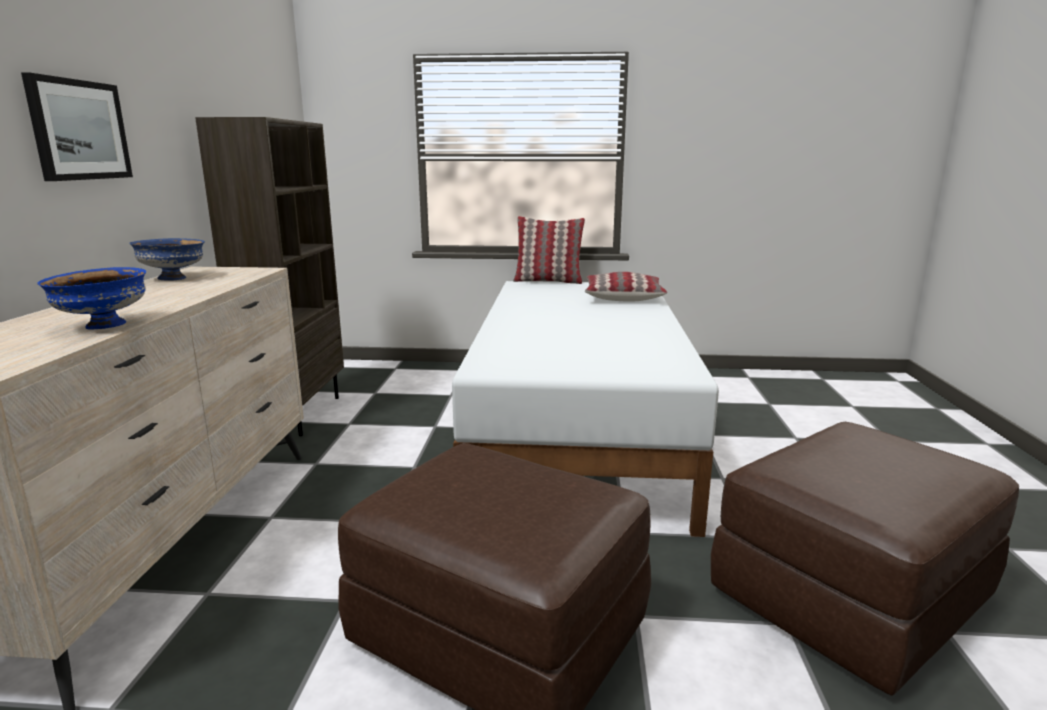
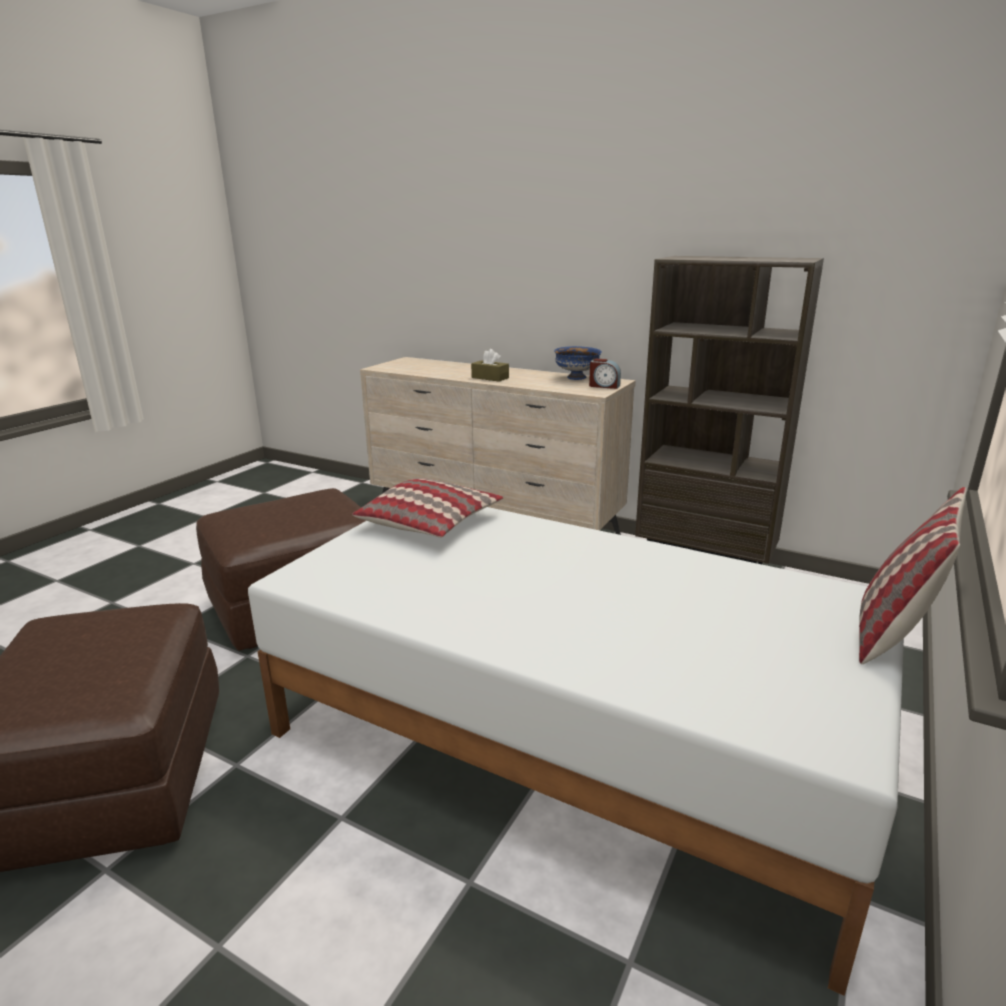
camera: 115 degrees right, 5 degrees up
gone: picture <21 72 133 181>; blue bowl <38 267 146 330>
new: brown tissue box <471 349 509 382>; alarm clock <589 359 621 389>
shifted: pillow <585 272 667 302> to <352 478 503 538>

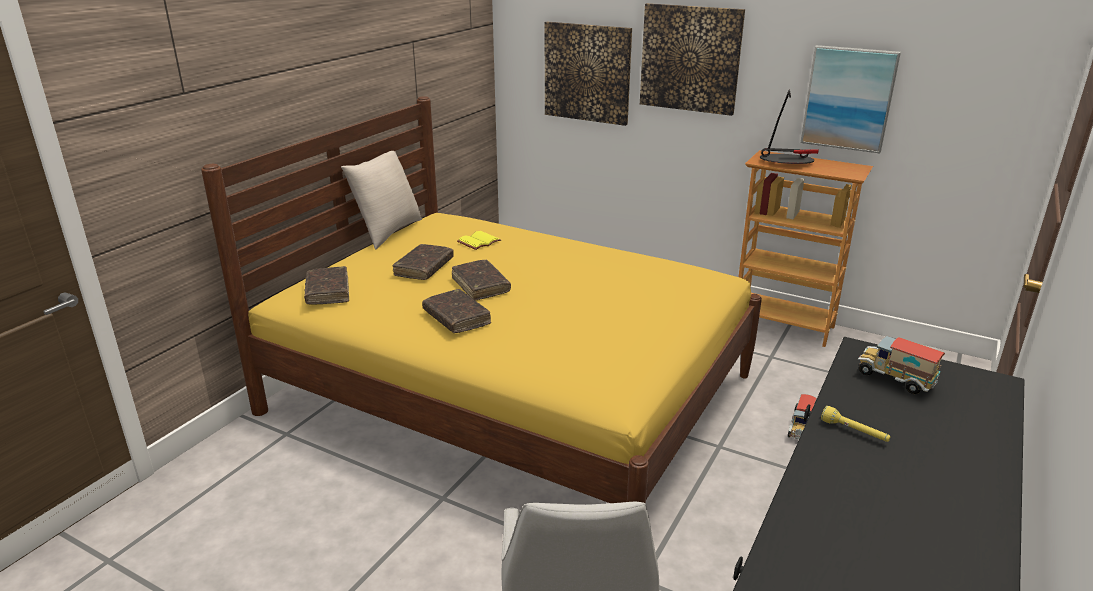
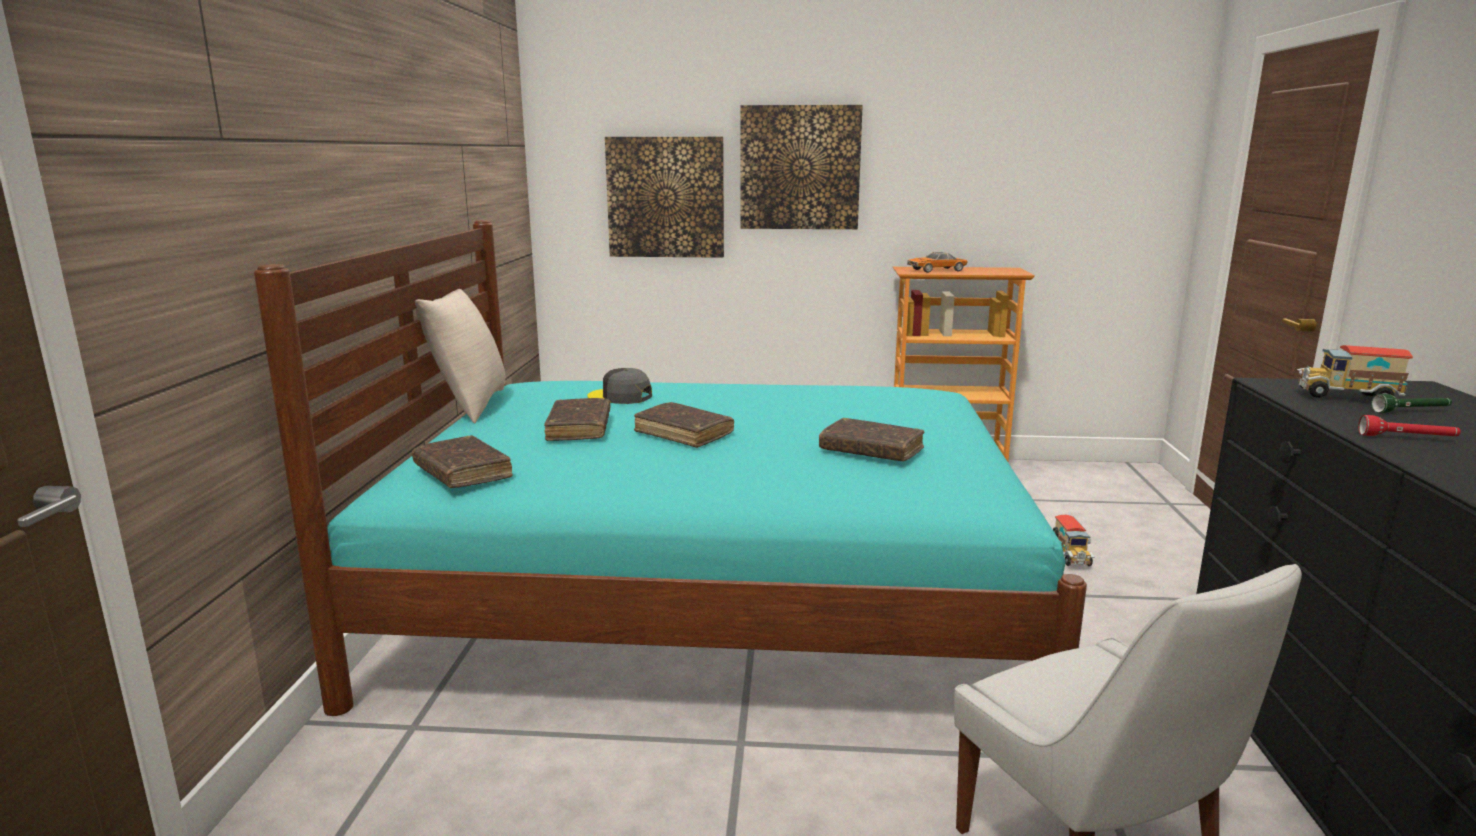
camera: 25 degrees left, 10 degrees down
gone: picture <801 45 901 153>
new: green flashlight <1371 394 1452 413>
shifted: brown book <422 289 491 333> to <819 418 925 462>
swapped: yellow book <457 231 501 250> to grey cap <588 368 652 404>; table lamp <760 90 819 164> to toy car <907 252 968 273>
repainted: yellow bed <201 96 762 503> to turquoise bed <254 220 1087 716>; yellow flashlight <821 406 891 442> to red flashlight <1358 415 1461 436>

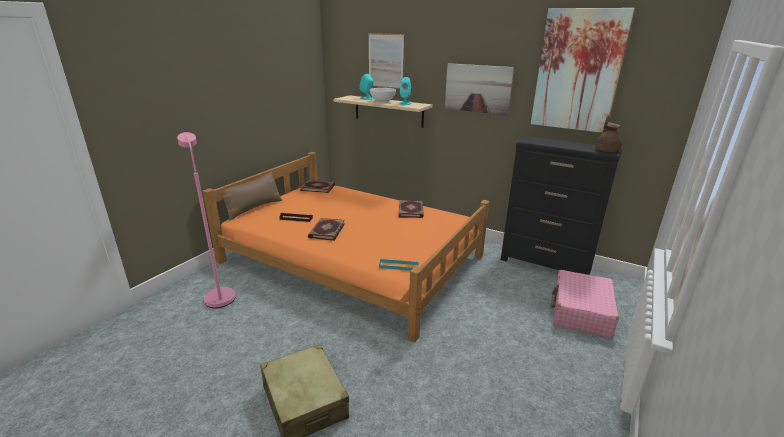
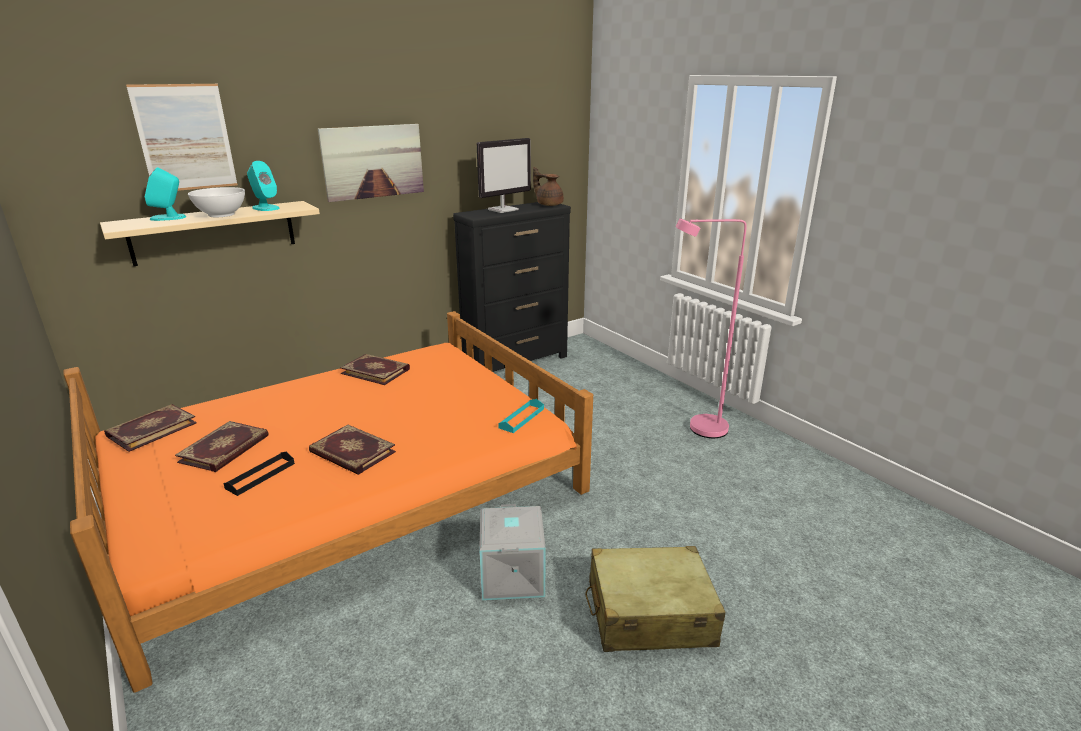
camera: 65 degrees left, 0 degrees up
gone: brown pillow <223 172 282 221>; picture <531 8 635 133>; pink suitcase <551 270 619 338>
new: book <175 421 268 472>; monitor <477 138 531 213>; grey storage box <479 504 545 600>
shifted: pink floor lamp <177 132 235 308> to <676 218 747 438>

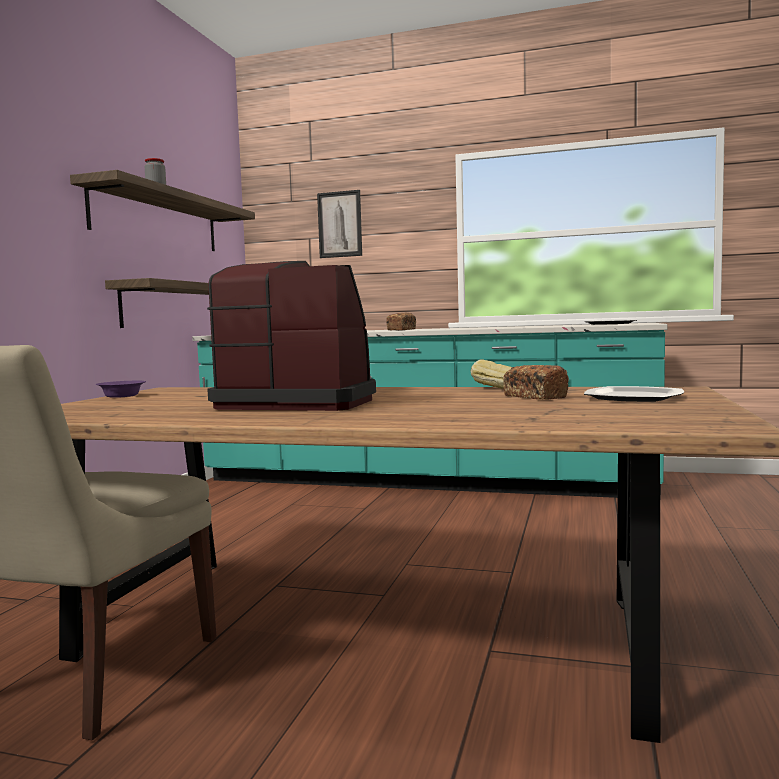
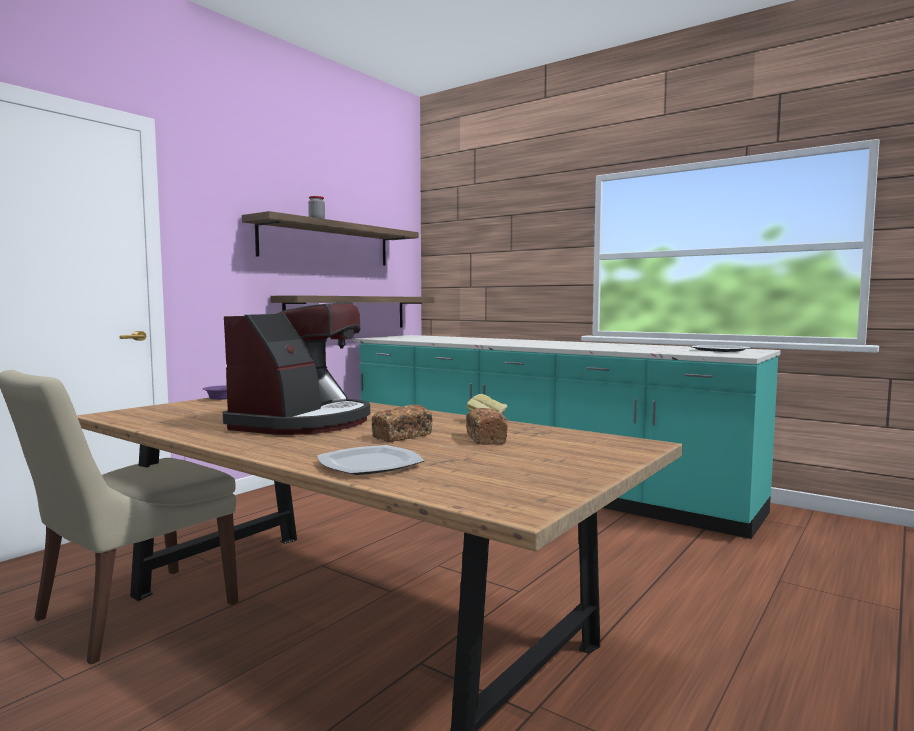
camera: 20 degrees right, 0 degrees up
gone: picture <317 190 362 258>
shifted: bread <386 312 416 330> to <372 405 433 442>; plate <584 386 684 402> to <317 445 425 475>
rotated: coffee machine <207 261 376 411> = <223 302 370 435> 75 degrees clockwise

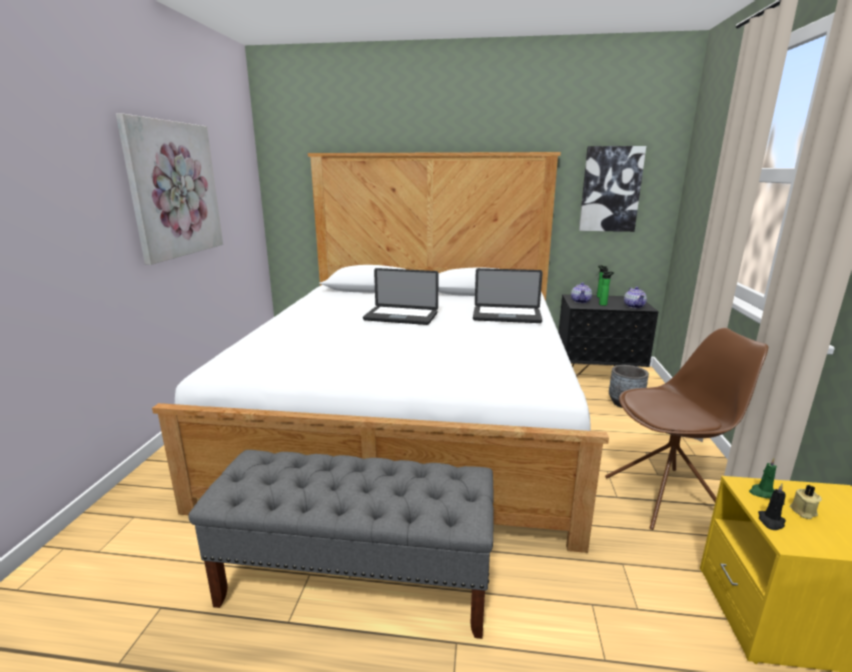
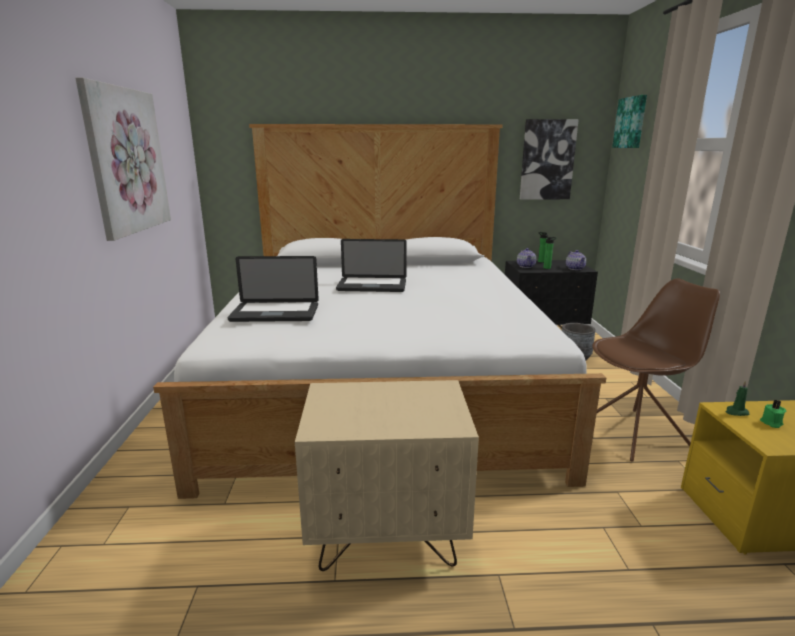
camera: 10 degrees left, 0 degrees up
gone: black candle <758 484 786 530>
new: picture <612 95 647 148>
shifted: laptop <473 268 543 323> to <228 256 319 322>
swapped: grey bench <188 450 494 639> to beige nightstand <295 380 479 571>
repainted: beige candle <789 485 822 519> to green candle <760 400 786 428>

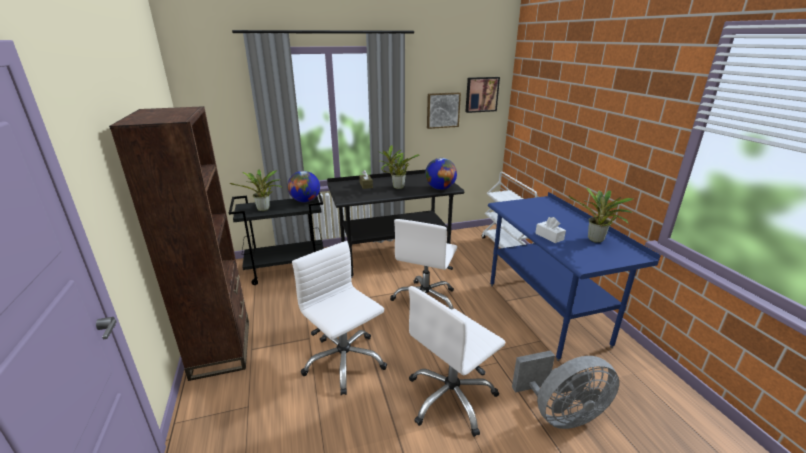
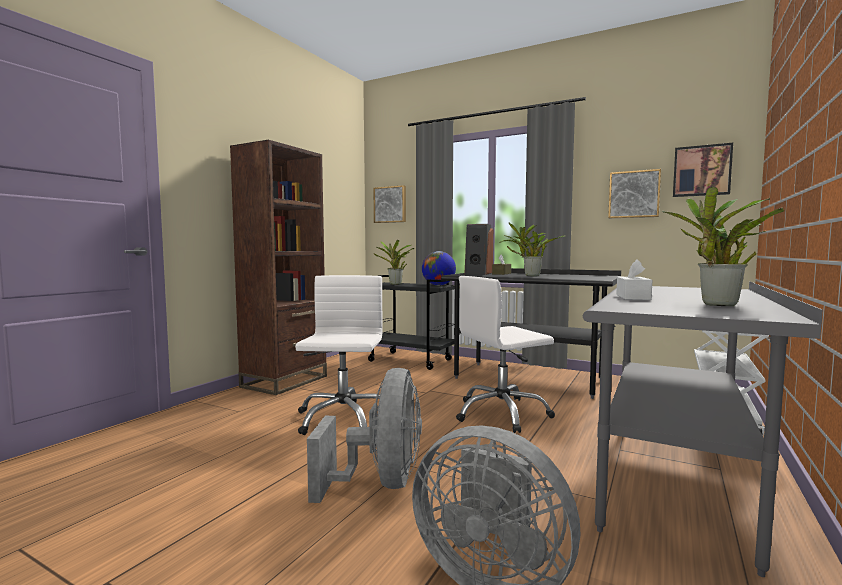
camera: 45 degrees right, 20 degrees down
gone: globe <425 158 457 190>
new: picture <374 185 406 223>; speaker <464 224 493 275>
swapped: white office chair <408 286 505 437> to grey fan <307 368 422 503>
repainted: blue desk <488 192 661 361> to grey desk <583 281 823 577>

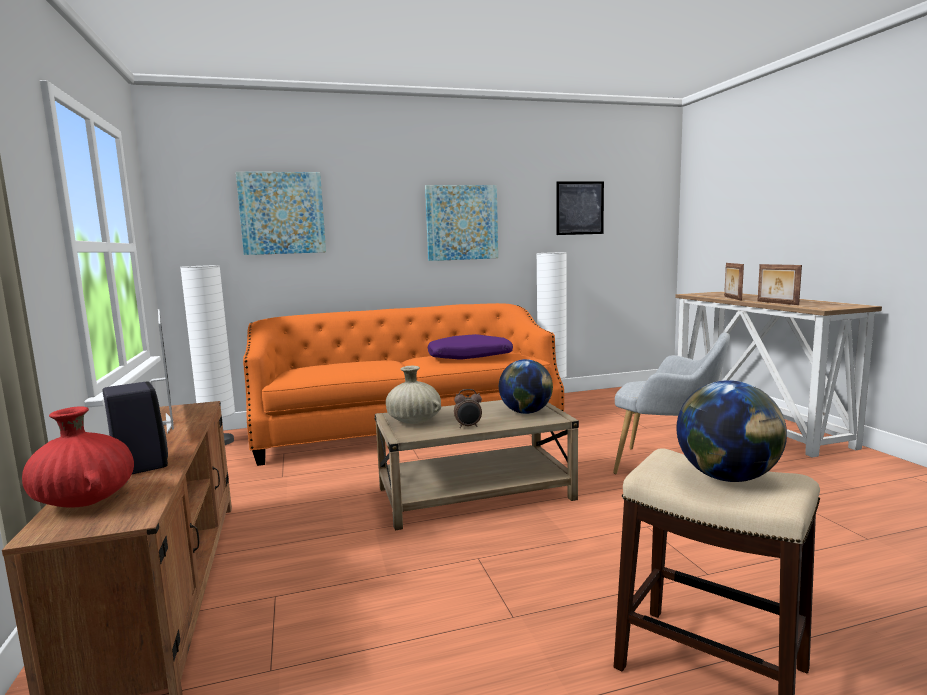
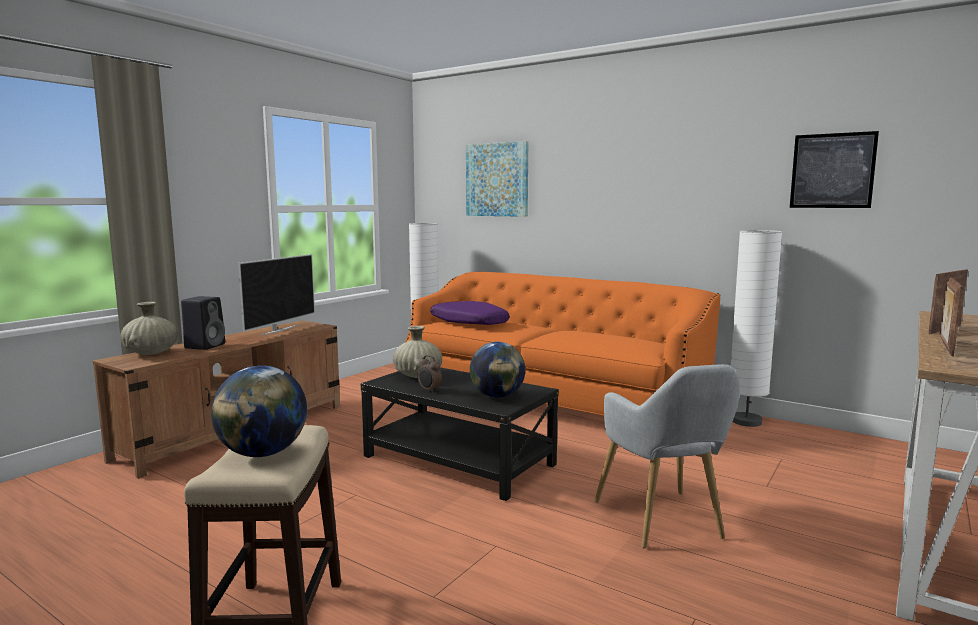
camera: 50 degrees right, 0 degrees up
gone: picture <425 185 498 261>
shifted: purple pillow <428 334 513 360> to <430 301 510 325>
repainted: red vase <22 406 134 508> to beige vase <120 302 178 355>; beige coffee table <374 400 579 530> to black coffee table <361 367 559 501>

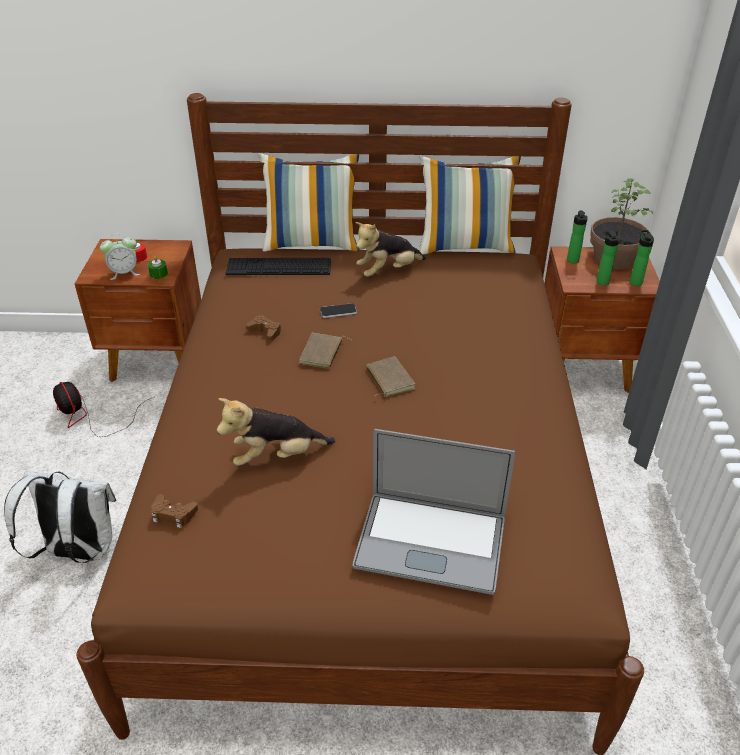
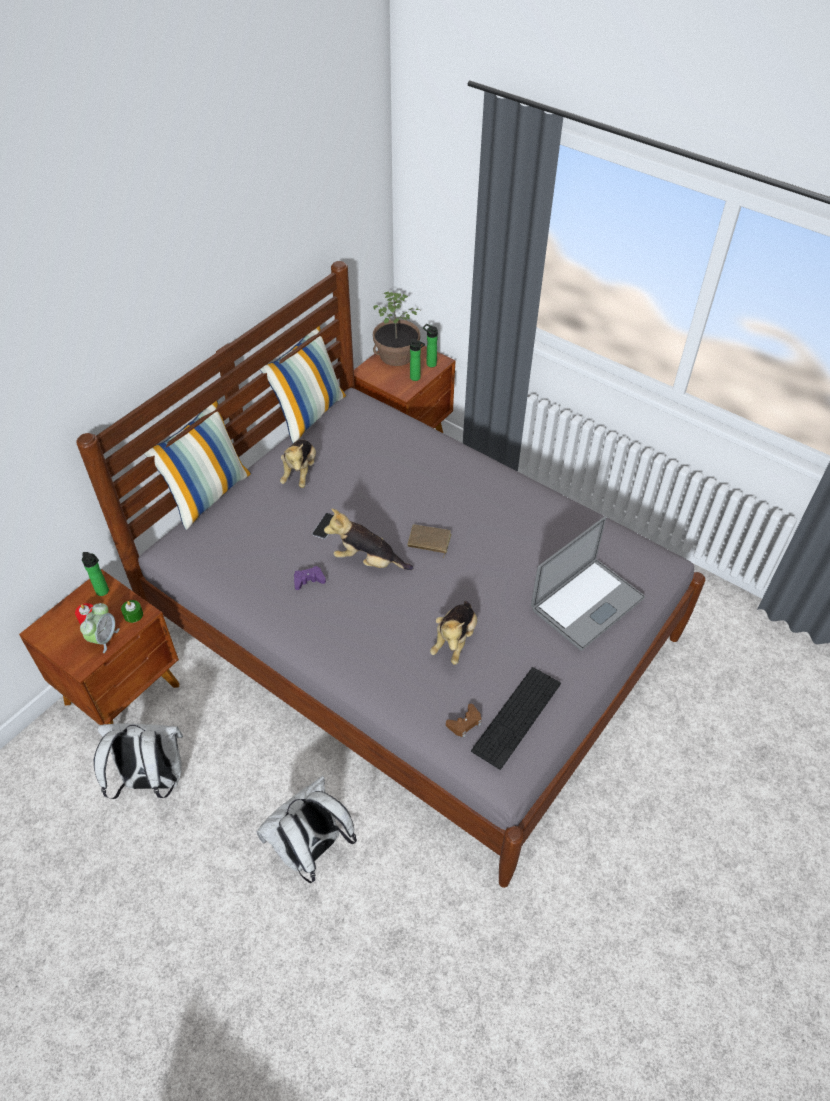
camera: 55 degrees left, 10 degrees up
shifted: keyboard <225 258 331 275> to <471 667 561 770>; bottle <567 210 588 263> to <82 552 109 596>
swapped: fan <53 382 154 437> to white backpack <94 723 183 799>; brown book <299 333 351 369> to plush toy <324 509 413 570>
repainted: brown bed <76 93 644 755> to grey bed <76 261 705 888>; brown game controller <246 315 281 341> to purple game controller <294 566 326 590>

